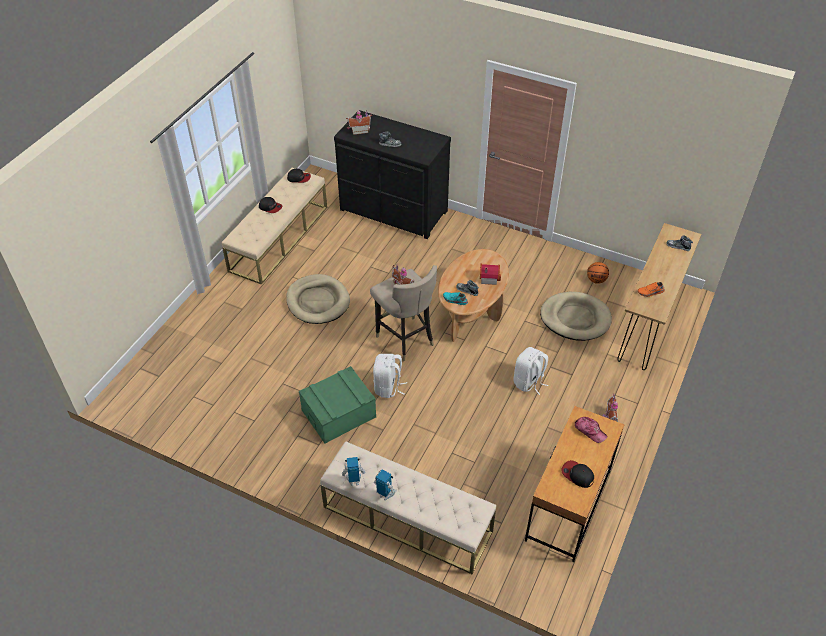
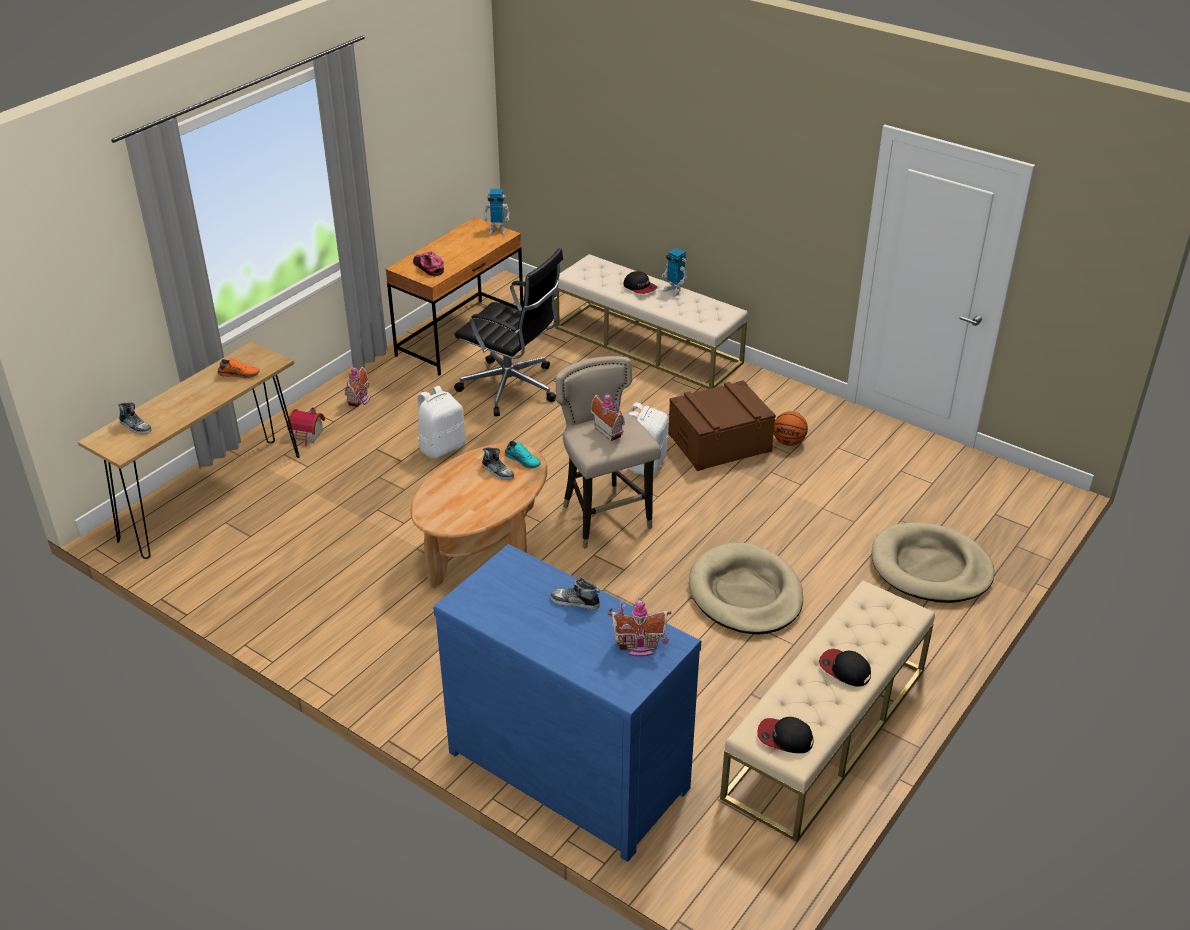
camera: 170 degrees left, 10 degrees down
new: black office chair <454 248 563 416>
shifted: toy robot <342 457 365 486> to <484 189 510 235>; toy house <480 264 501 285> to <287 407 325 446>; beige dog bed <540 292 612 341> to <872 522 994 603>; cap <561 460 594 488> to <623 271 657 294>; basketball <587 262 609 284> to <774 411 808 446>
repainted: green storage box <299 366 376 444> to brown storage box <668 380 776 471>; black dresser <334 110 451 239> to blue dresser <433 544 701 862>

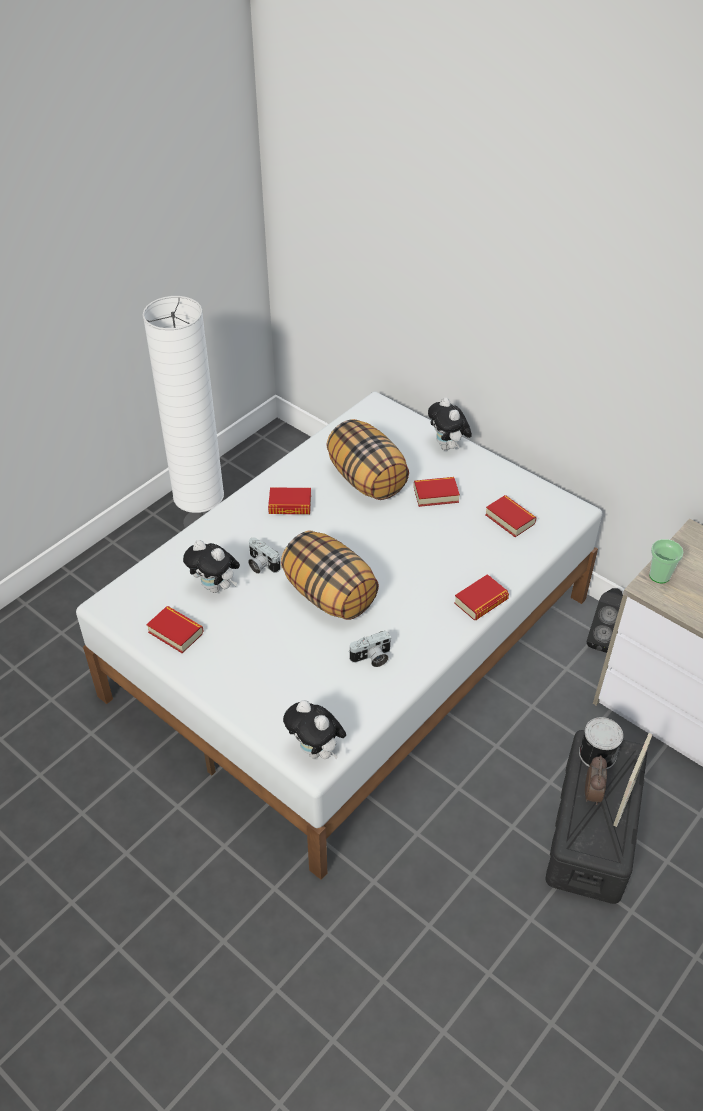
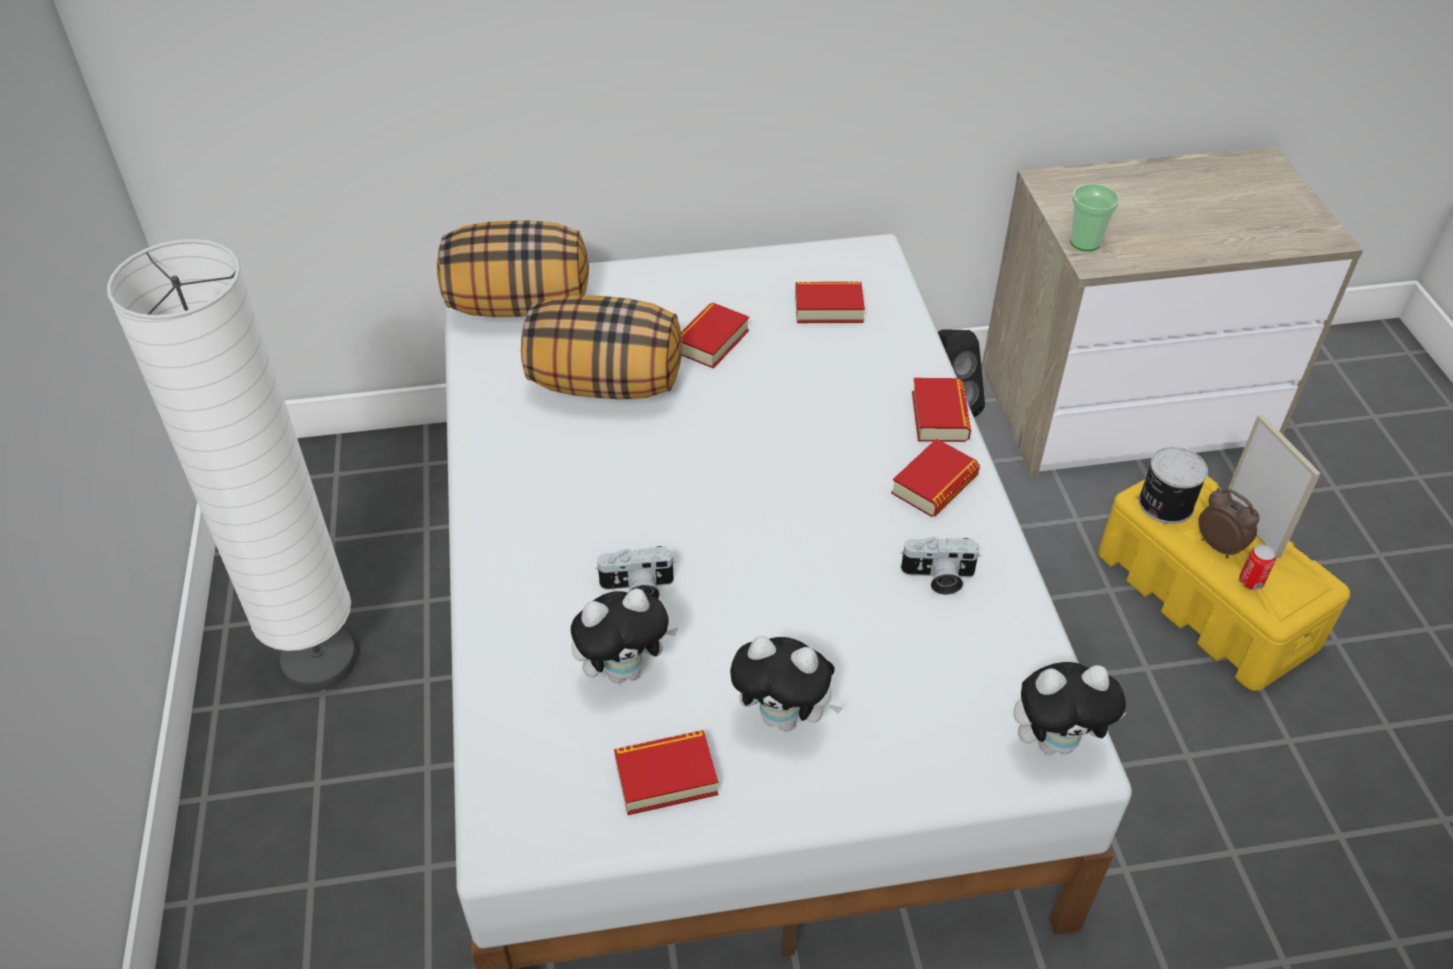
camera: 50 degrees left, 0 degrees up
new: can <1239 544 1276 590>
shifted: book <268 487 311 514> to <891 438 980 517>; pillow <281 530 379 620> to <437 220 589 317>; plush toy <428 398 472 450> to <730 636 843 731>
repainted: black storage box <545 730 647 904> to yellow storage box <1098 476 1350 691>
rotated: photo camera <350 631 391 667> = <900 537 981 595> 75 degrees clockwise

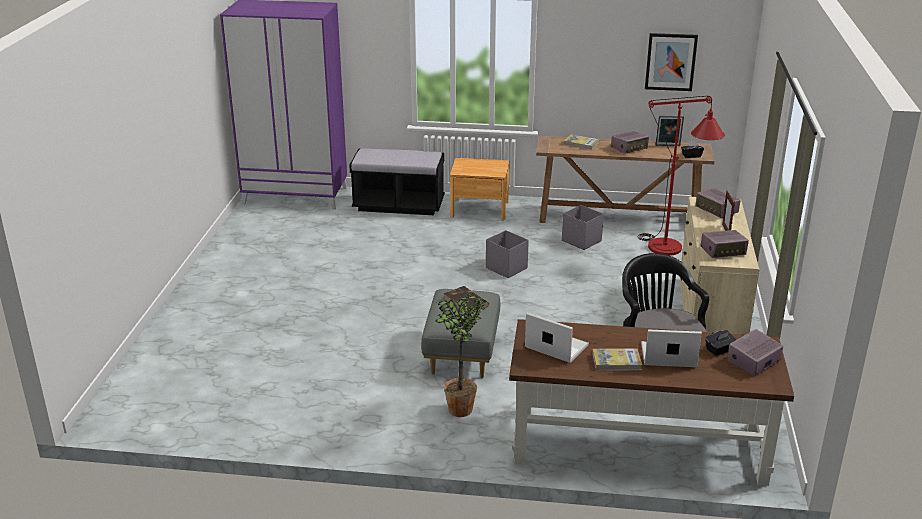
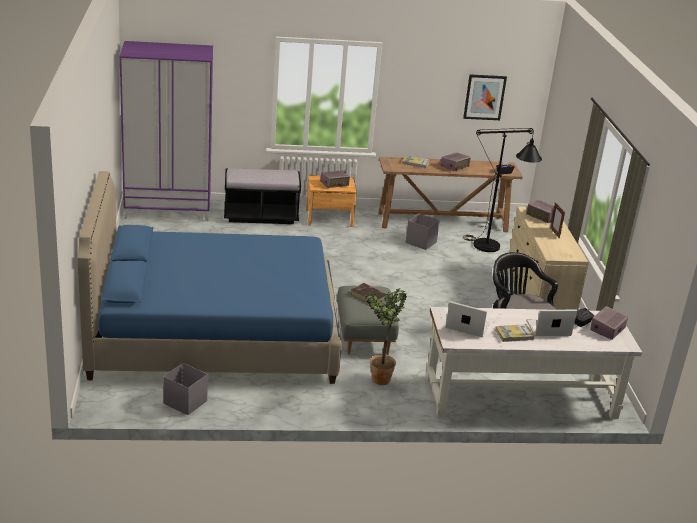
camera: 15 degrees left, 0 degrees up
gone: picture frame <656 115 684 146>
new: blue bed <77 171 342 384>
shifted: grey storage box <486 230 529 278> to <163 363 208 415>; radio <700 230 749 258> to <320 170 350 188>
repainted: brown desk <509 319 794 486> to white desk <426 307 642 419>; red floor lamp <638 96 725 256> to black floor lamp <463 128 542 252>

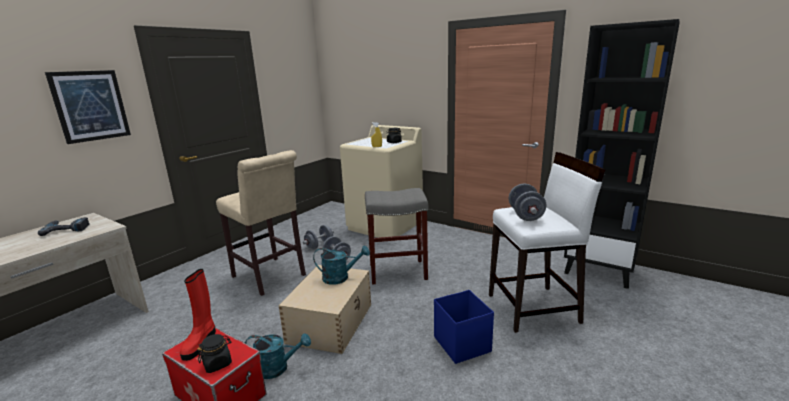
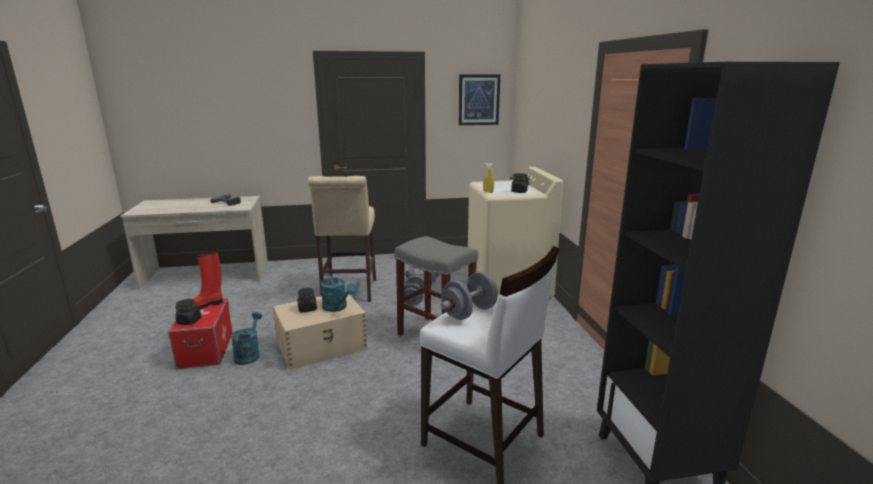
camera: 45 degrees right, 0 degrees up
gone: blue storage box <434 290 494 364>
new: black jar <297 288 317 312>
shifted: picture <45 70 131 144> to <459 74 500 125>
rotated: turquoise watering can <245 333 311 379> = <231 312 262 365> 135 degrees counterclockwise

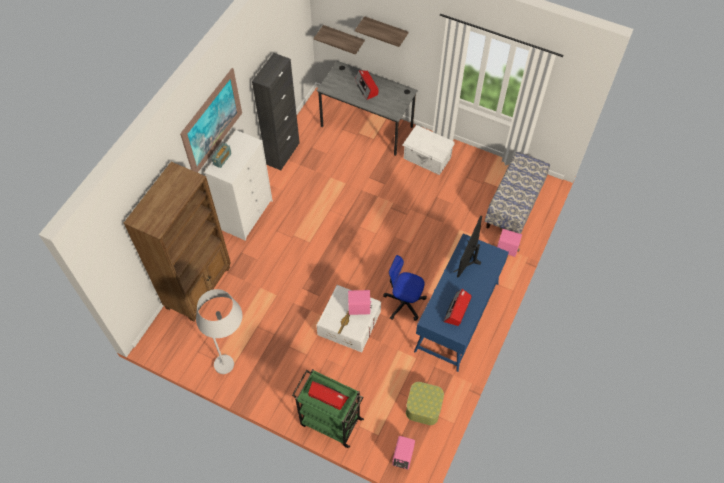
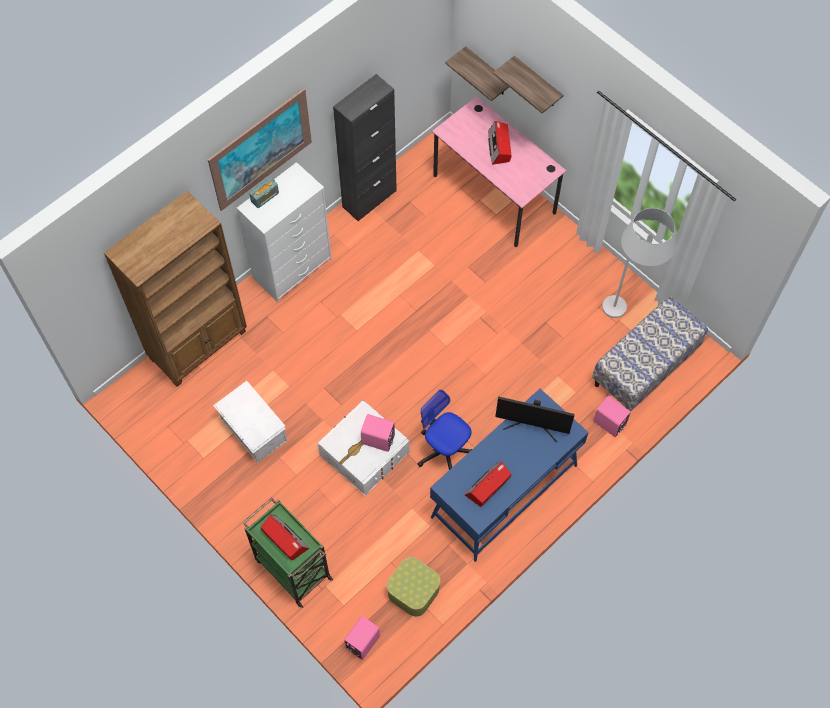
camera: 20 degrees right, 5 degrees up
shifted: white floor lamp <196 289 242 374> to <602 208 676 318>; white storage box <403 125 454 175> to <213 381 287 463>
repainted: grey desk <317 61 418 156> to pink desk <432 96 566 247>
rotated: monitor <454 215 482 278> = <495 396 575 442> 120 degrees counterclockwise

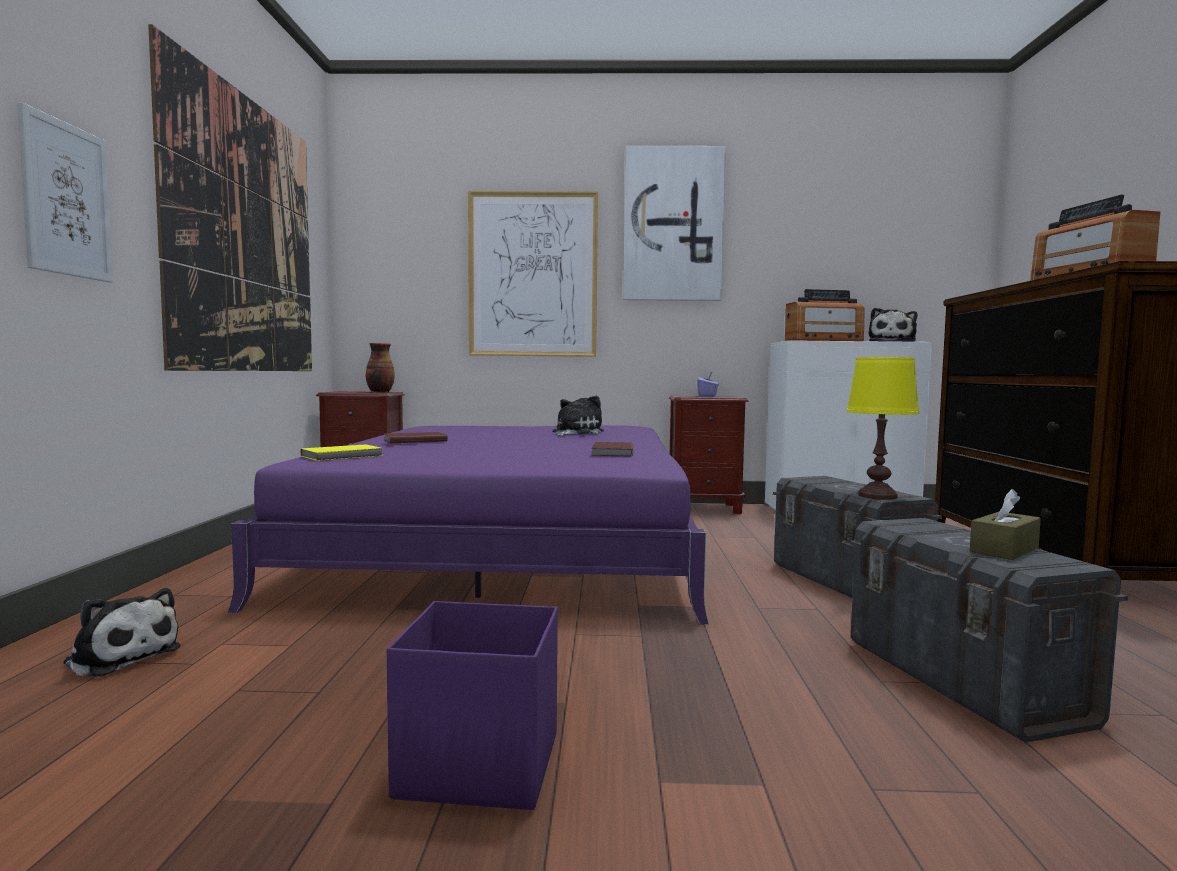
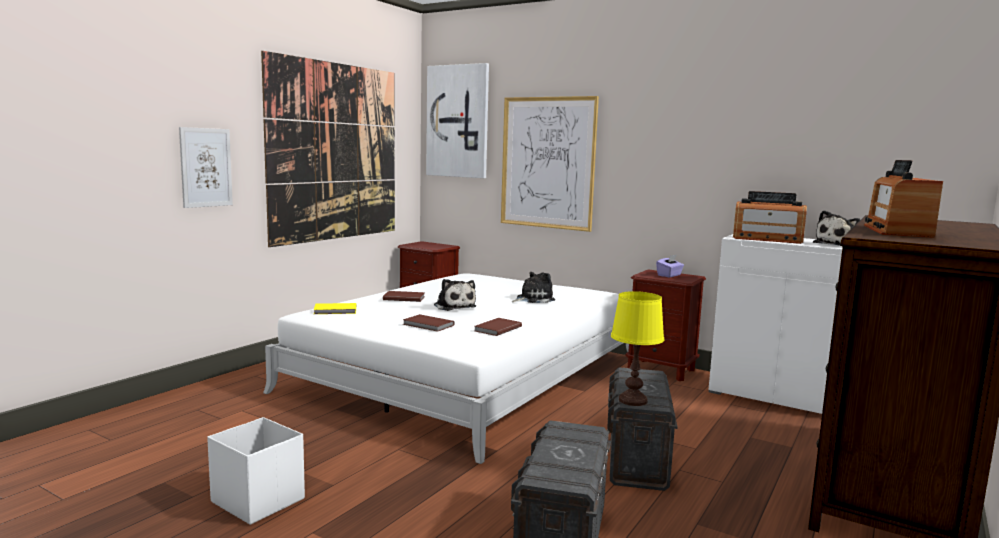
camera: 30 degrees right, 5 degrees up
gone: vase <366 343 395 392>; brown tissue box <970 489 1041 560>
new: brown book <403 314 455 332>
shifted: plush toy <63 588 181 677> to <434 279 476 311>; picture <623 146 726 301> to <426 63 489 178>
repainted: purple bed <228 425 709 625> to white bed <263 273 629 464>; purple storage box <387 601 558 810> to white storage box <207 417 305 525>

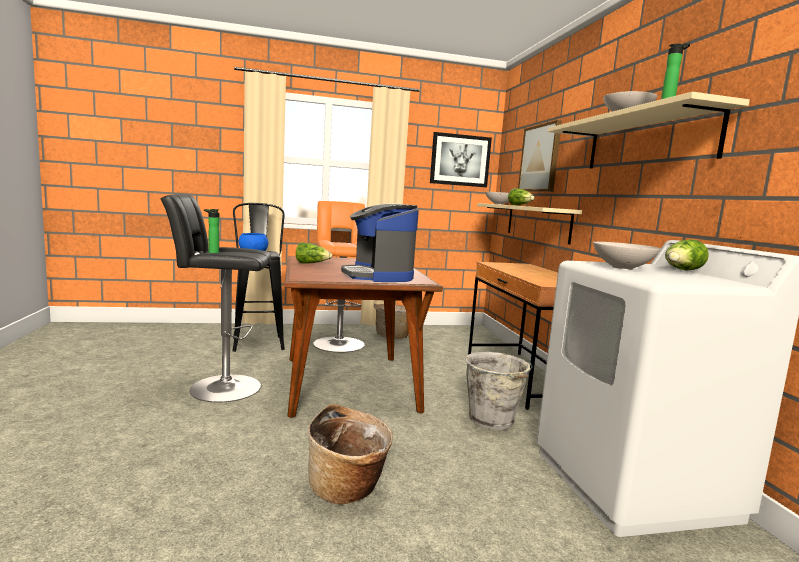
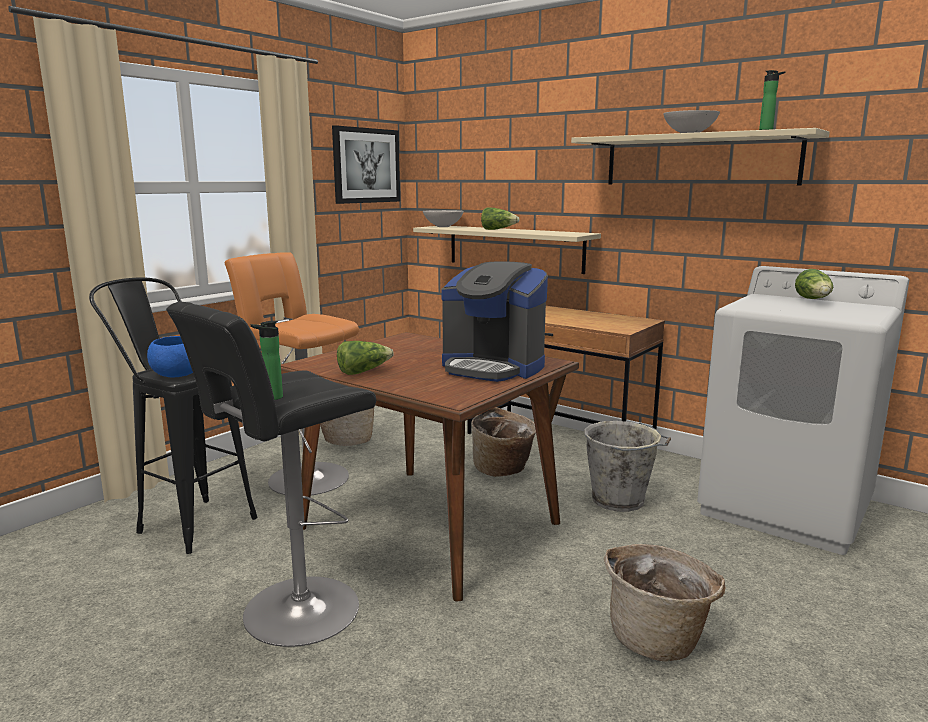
camera: 40 degrees left, 5 degrees up
gone: picture <518 120 562 192>; white bowl <593 242 661 270>
new: basket <471 407 536 477>

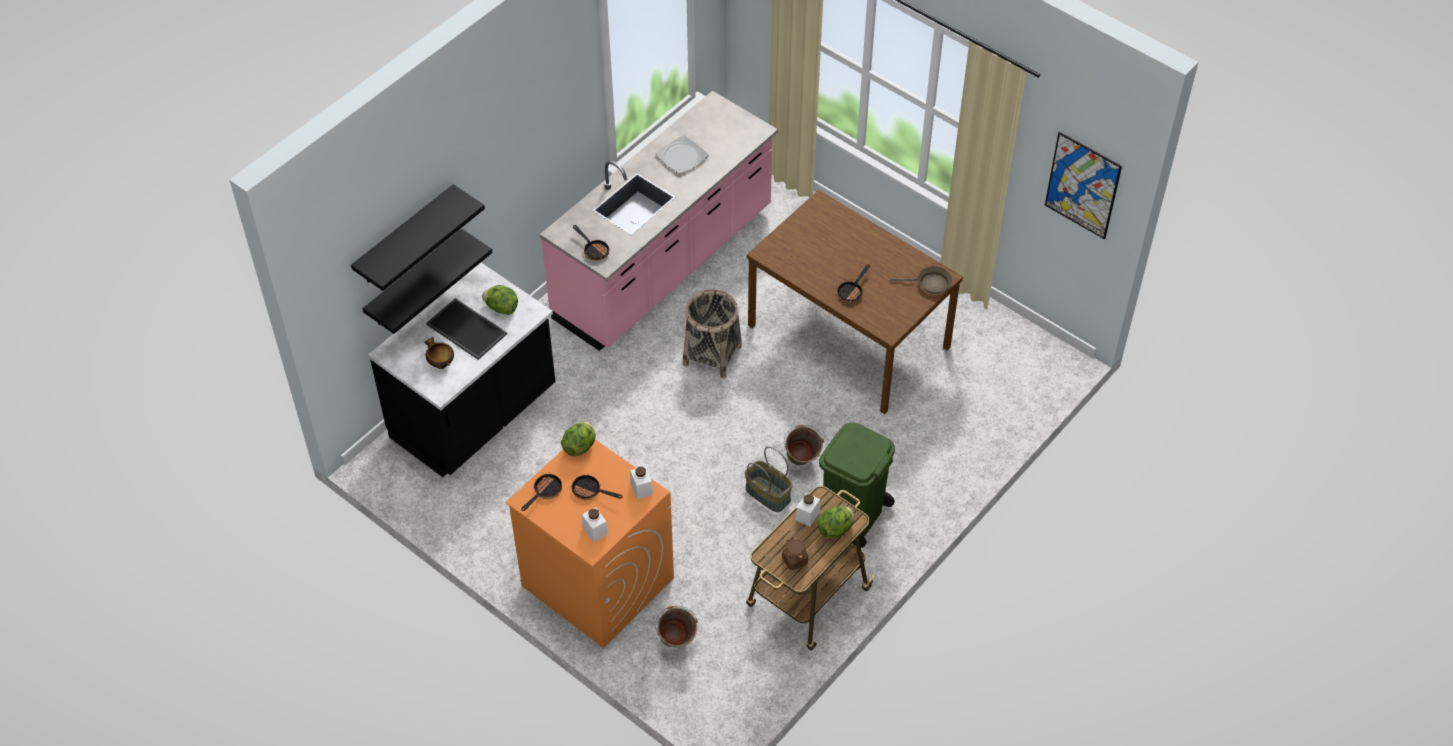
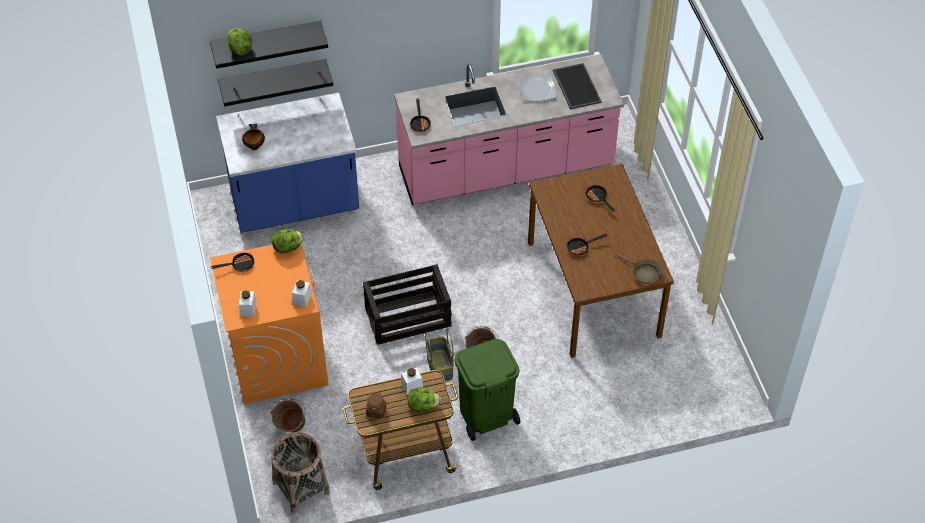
camera: 35 degrees right, 0 degrees up
gone: picture <1045 132 1122 239>
new: crate <363 264 451 345>
shifted: tray <426 298 507 360> to <553 63 602 109>; lettuce <482 285 518 315> to <228 28 252 55>; frying pan <571 474 622 500> to <585 185 615 212>; basket <683 289 742 378> to <271 432 330 513>
repainted: black counter <368 263 556 477> to blue counter <216 93 359 233>

